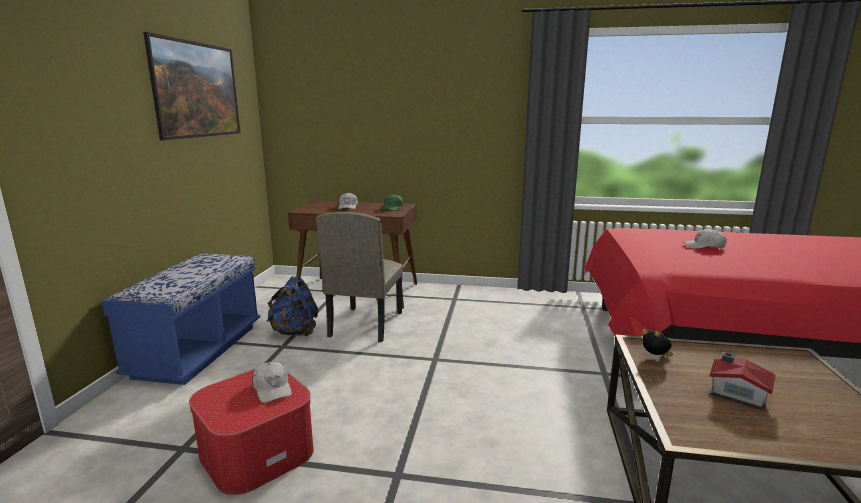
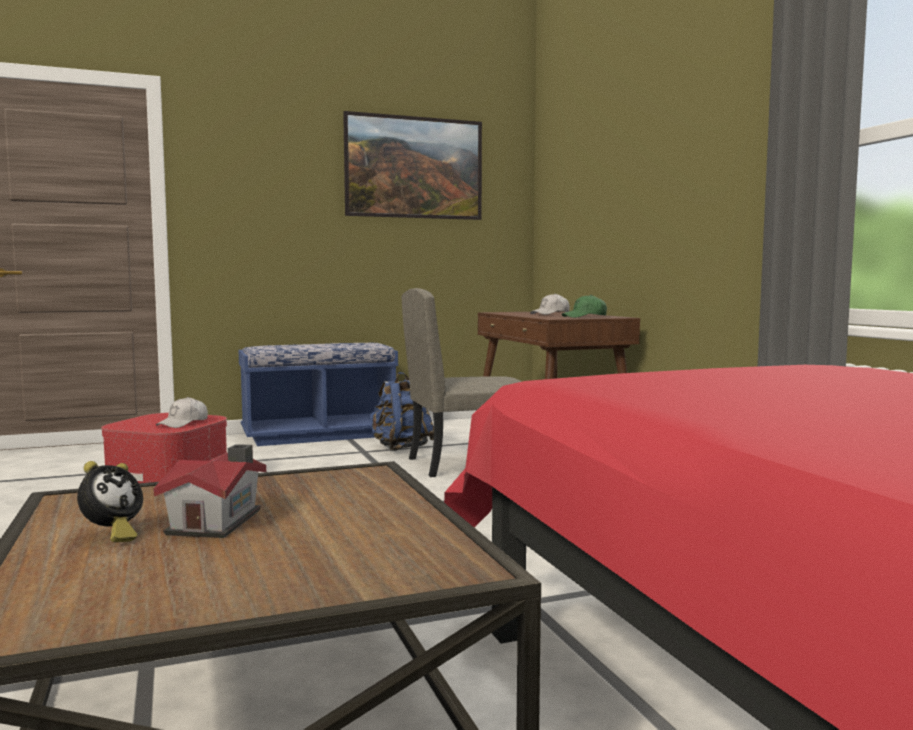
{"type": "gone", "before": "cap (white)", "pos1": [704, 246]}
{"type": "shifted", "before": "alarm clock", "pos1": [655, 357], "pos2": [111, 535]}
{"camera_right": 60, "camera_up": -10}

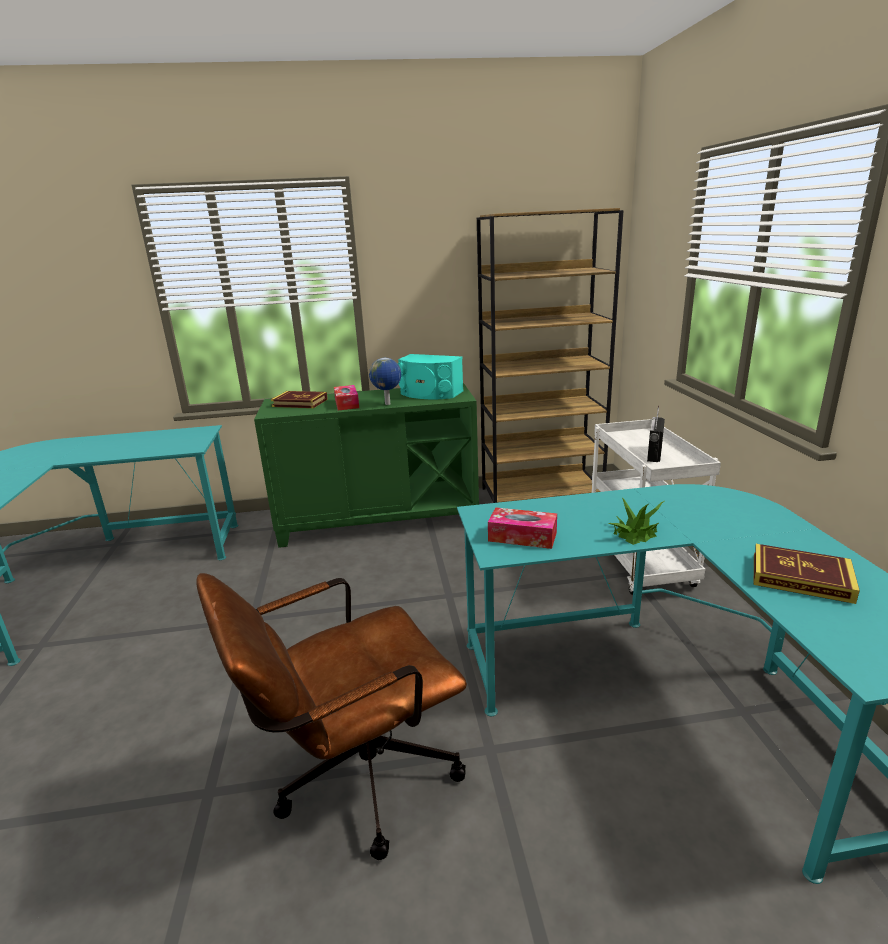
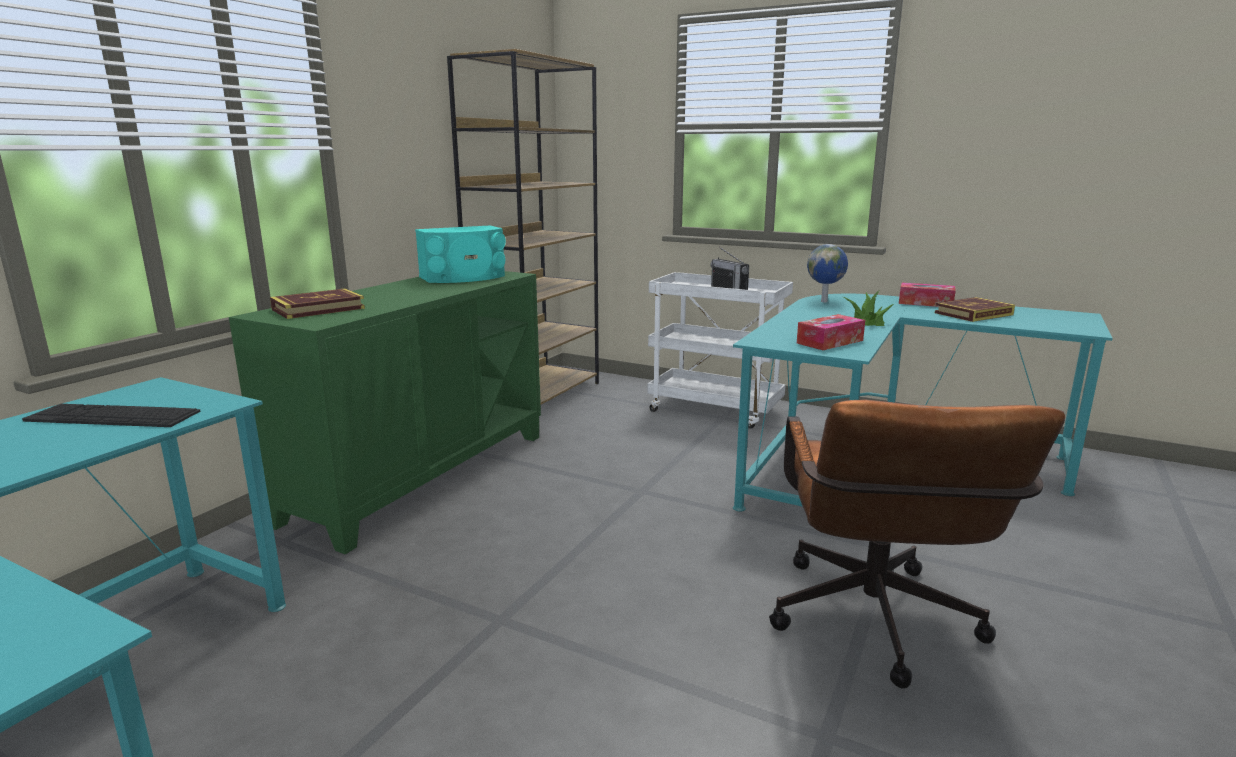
{"type": "new", "after": "keyboard", "pos2": [113, 416]}
{"type": "shifted", "before": "tissue box", "pos1": [347, 403], "pos2": [925, 303]}
{"type": "shifted", "before": "globe", "pos1": [388, 404], "pos2": [825, 301]}
{"camera_right": -55, "camera_up": -5}

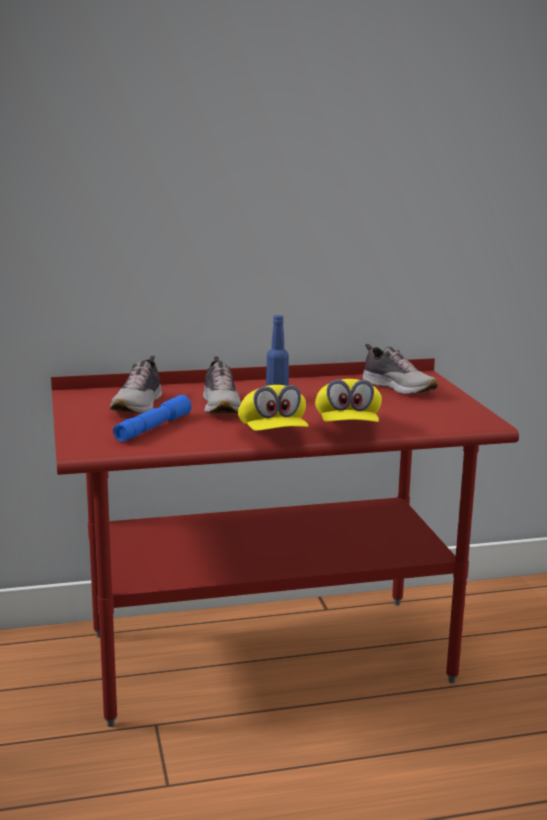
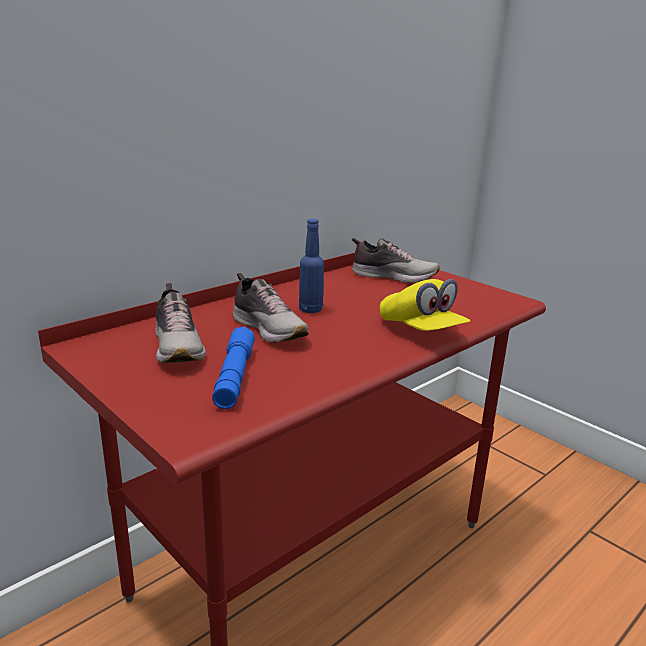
{"type": "gone", "before": "cap (yellow)", "pos1": [272, 435]}
{"camera_right": -30, "camera_up": 5}

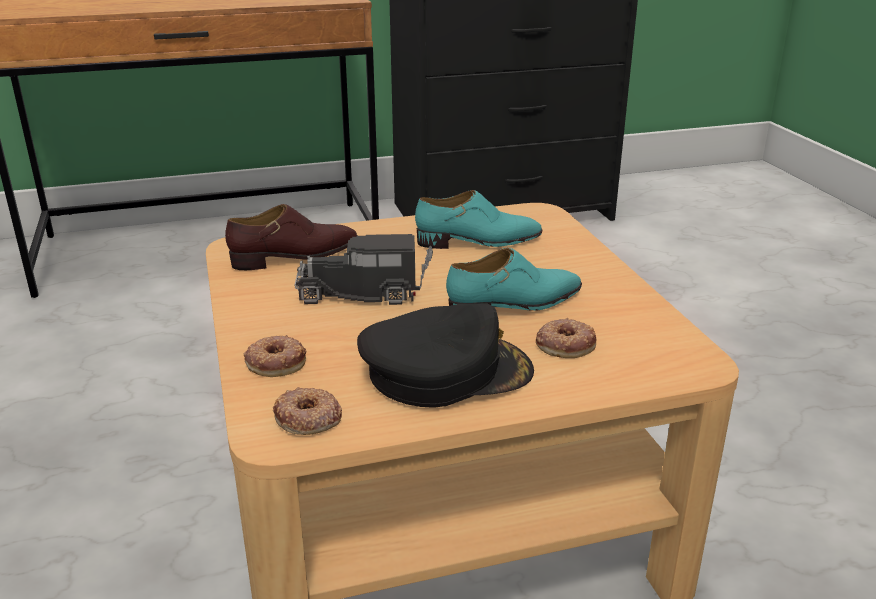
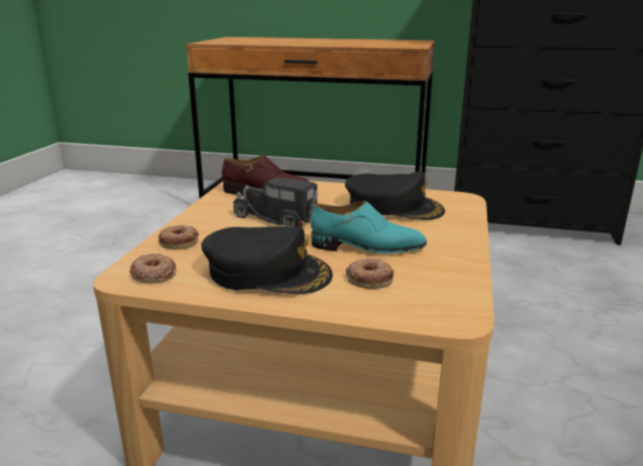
{"type": "swapped", "before": "shoe (turquoise)", "after": "cap (black)", "pos1": [479, 241], "pos2": [394, 206]}
{"camera_right": 30, "camera_up": -5}

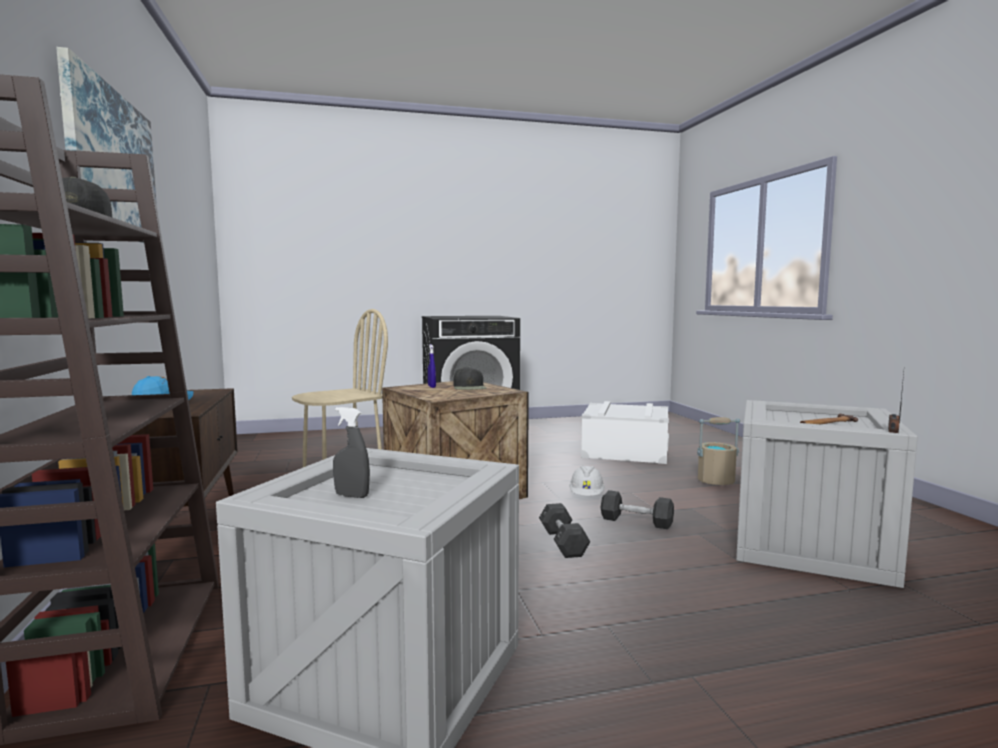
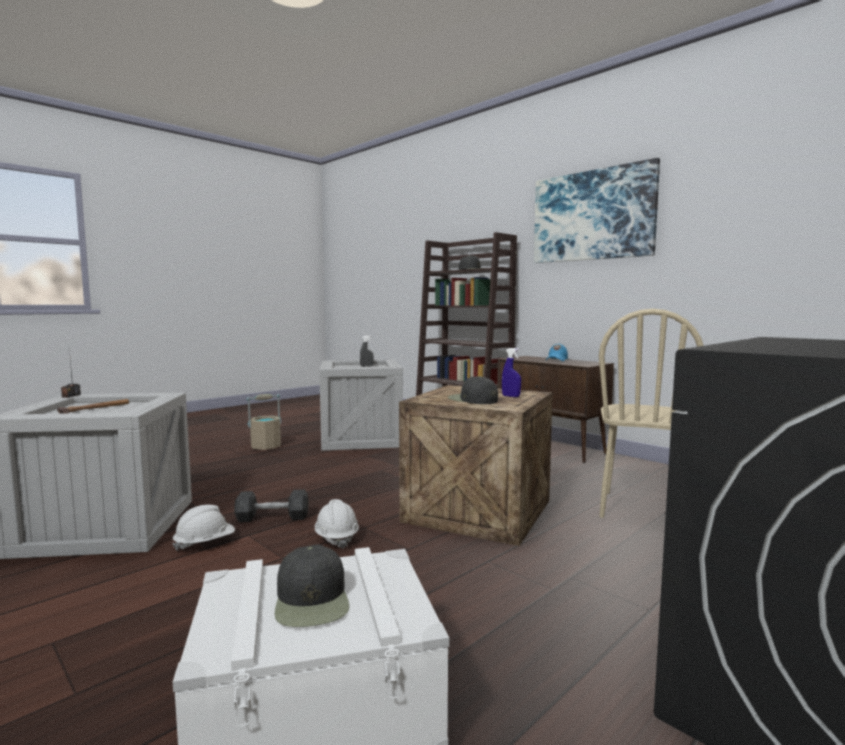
{"type": "gone", "before": "dumbbell (grey)", "pos1": [563, 542]}
{"type": "new", "after": "hard hat (white)", "pos2": [205, 544]}
{"type": "new", "after": "cap (black)", "pos2": [312, 600]}
{"type": "shifted", "before": "bucket (beige)", "pos1": [715, 481], "pos2": [266, 447]}
{"camera_right": 150, "camera_up": 0}

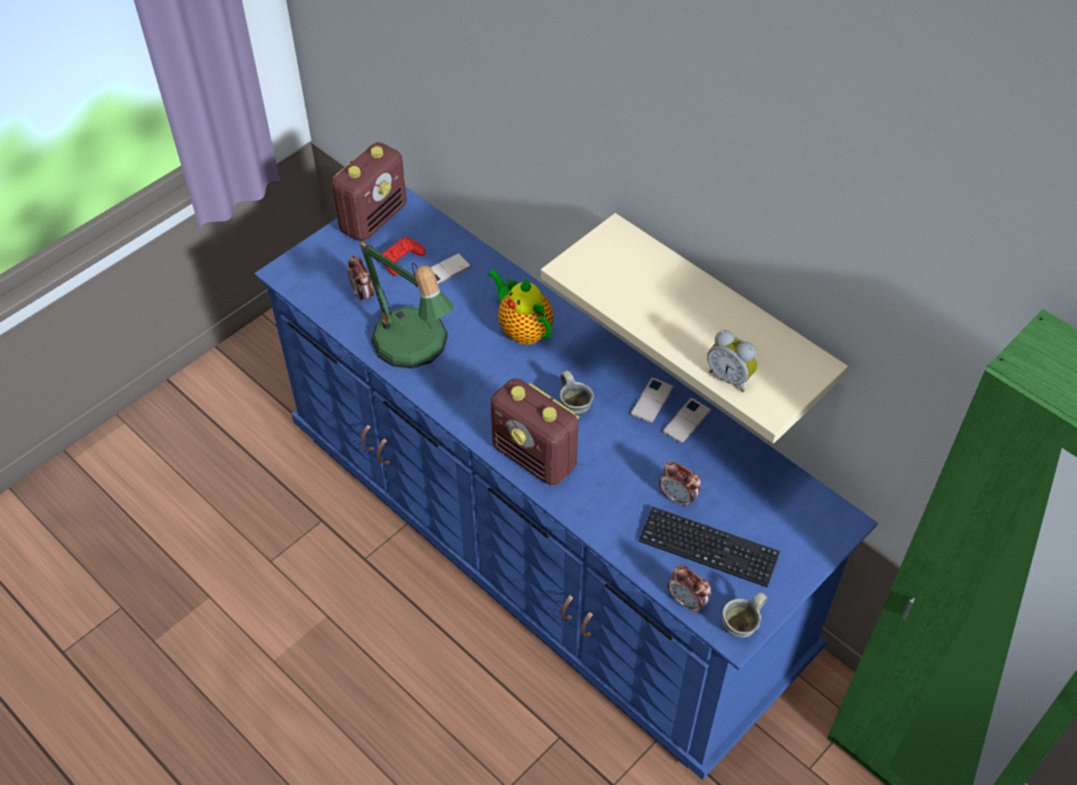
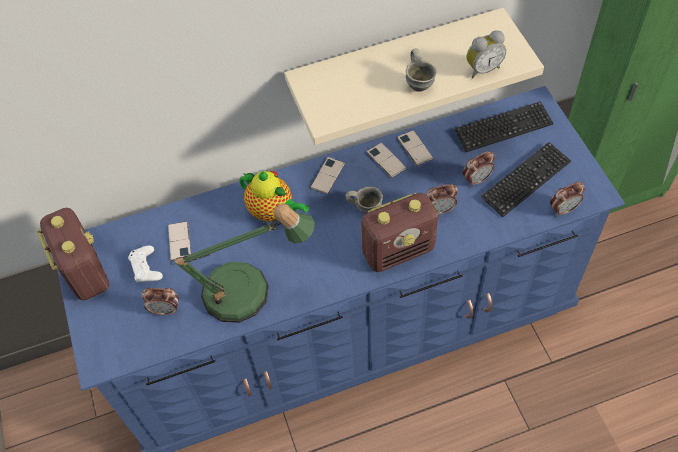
{"type": "new", "after": "phone", "pos2": [327, 175]}
{"type": "new", "after": "alarm clock", "pos2": [439, 210]}
{"type": "new", "after": "keyboard", "pos2": [503, 128]}
{"type": "shifted", "before": "mug (grey)", "pos1": [742, 627], "pos2": [420, 83]}
{"type": "repainted", "before": "game controller (red)", "after": "game controller (white)", "pos1": [401, 259], "pos2": [146, 267]}
{"type": "rotated", "before": "teapot", "pos1": [523, 329], "pos2": [273, 212], "turn": -135}
{"camera_right": -60, "camera_up": 5}

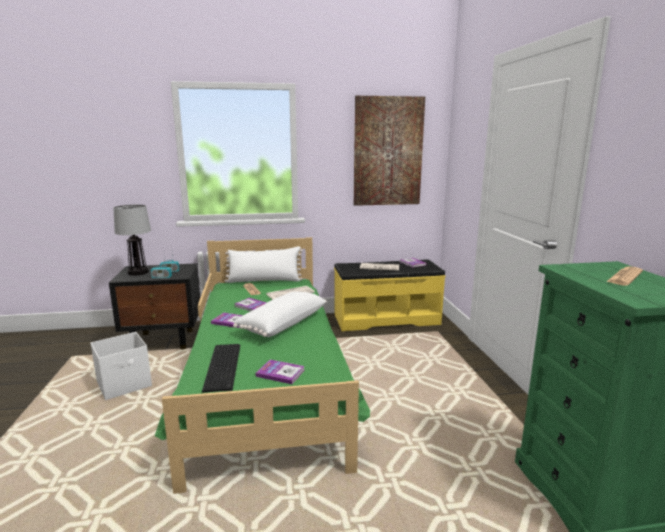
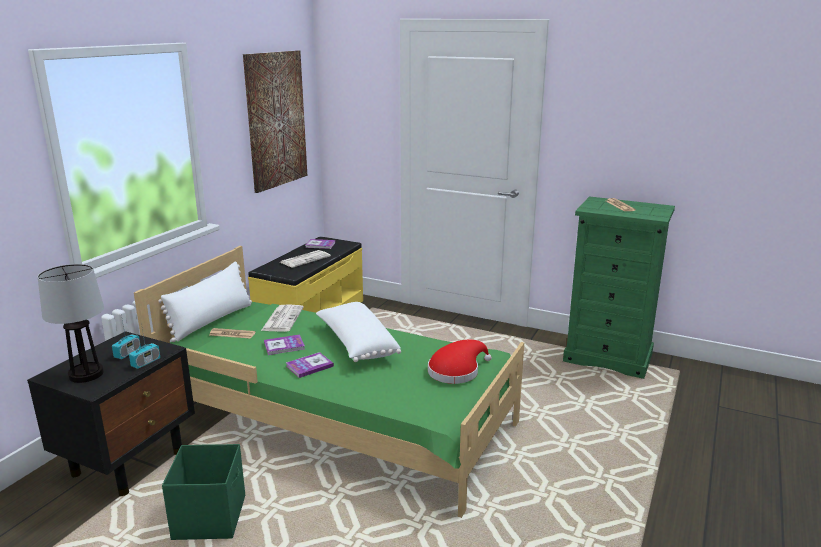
{"type": "gone", "before": "keyboard", "pos1": [224, 366]}
{"type": "swapped", "before": "book", "after": "hat (red)", "pos1": [280, 373], "pos2": [456, 371]}
{"type": "repainted", "before": "storage box (white)", "after": "storage box (green)", "pos1": [125, 384], "pos2": [210, 517]}
{"camera_right": -55, "camera_up": 5}

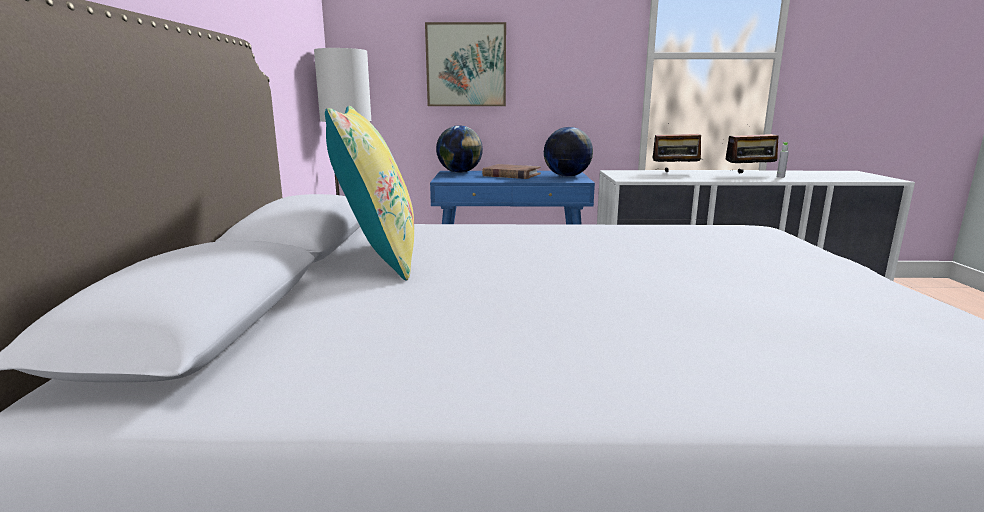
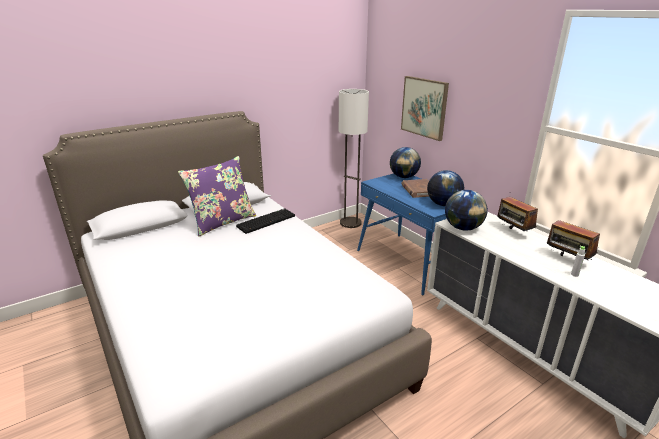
{"type": "new", "after": "keyboard", "pos2": [266, 221]}
{"type": "new", "after": "globe", "pos2": [463, 228]}
{"type": "repainted", "before": "pillow (yellow)", "after": "pillow (purple)", "pos1": [379, 257], "pos2": [222, 222]}
{"camera_right": 55, "camera_up": 10}

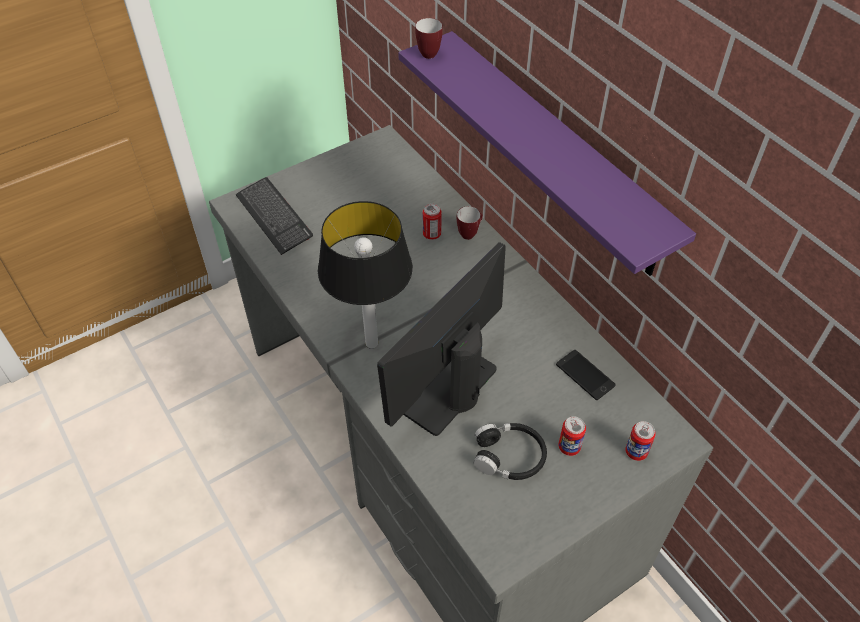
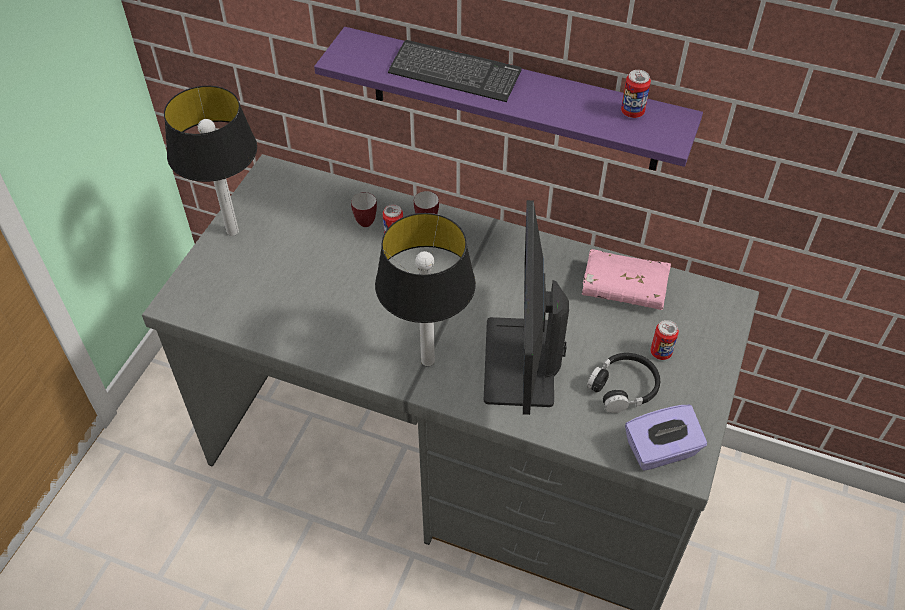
{"type": "new", "after": "table lamp", "pos2": [233, 231]}
{"type": "new", "after": "tissue box (purple)", "pos2": [661, 450]}
{"type": "shifted", "before": "keyboard", "pos1": [274, 217], "pos2": [454, 73]}
{"type": "shifted", "before": "mug", "pos1": [428, 52], "pos2": [363, 220]}
{"type": "shifted", "before": "can", "pos1": [636, 452], "pos2": [632, 112]}
{"type": "swapped", "before": "phone", "after": "book (pink)", "pos1": [585, 375], "pos2": [623, 288]}
{"camera_right": -35, "camera_up": 0}

